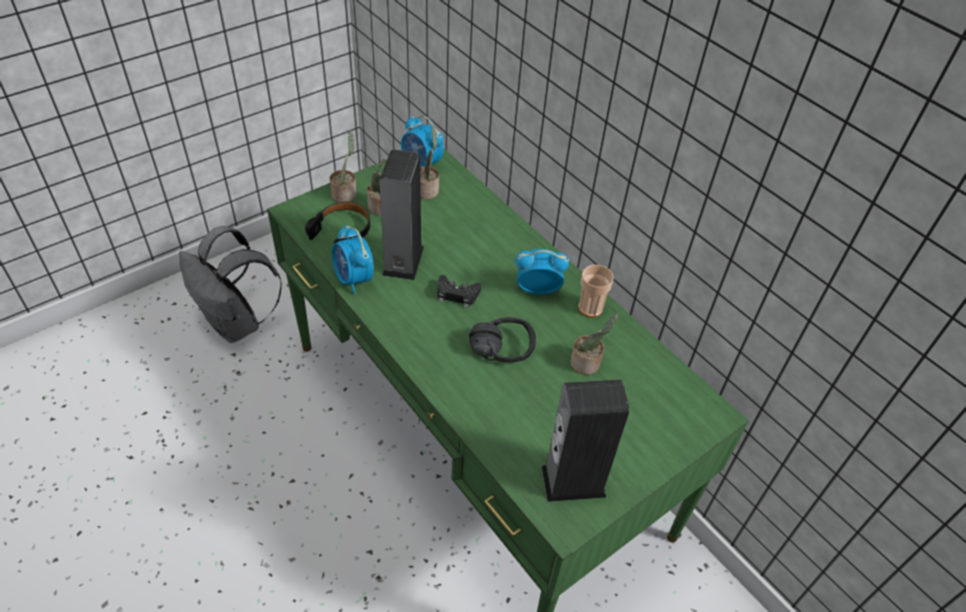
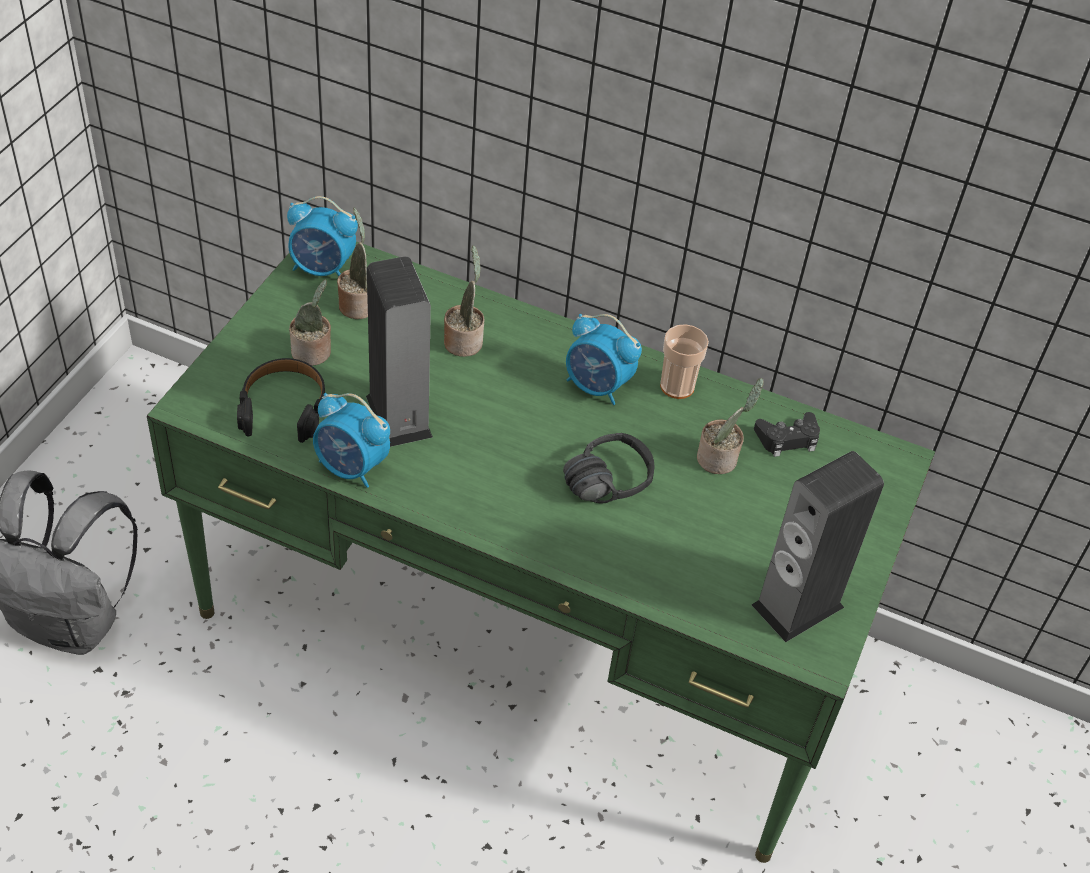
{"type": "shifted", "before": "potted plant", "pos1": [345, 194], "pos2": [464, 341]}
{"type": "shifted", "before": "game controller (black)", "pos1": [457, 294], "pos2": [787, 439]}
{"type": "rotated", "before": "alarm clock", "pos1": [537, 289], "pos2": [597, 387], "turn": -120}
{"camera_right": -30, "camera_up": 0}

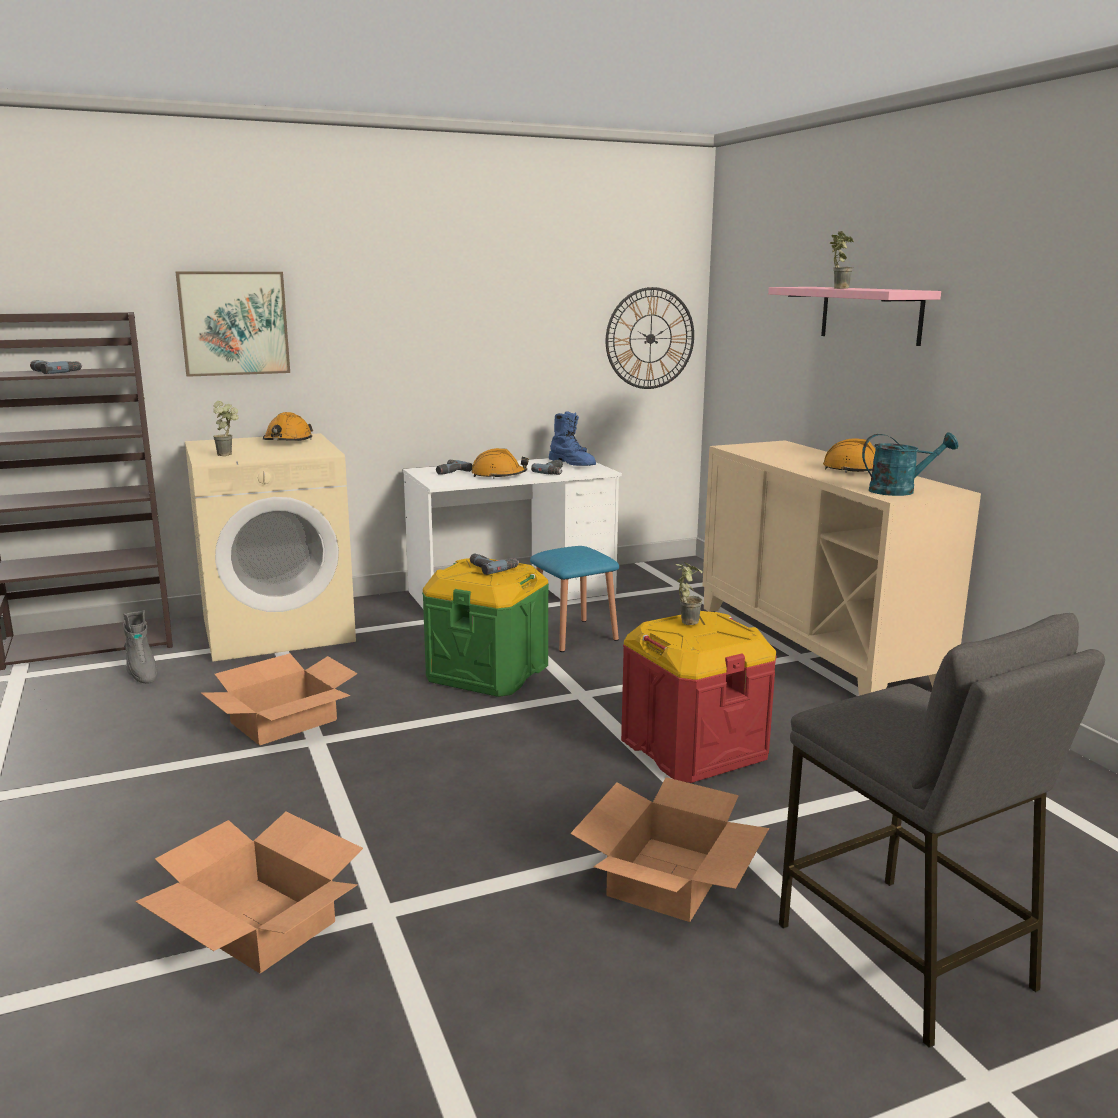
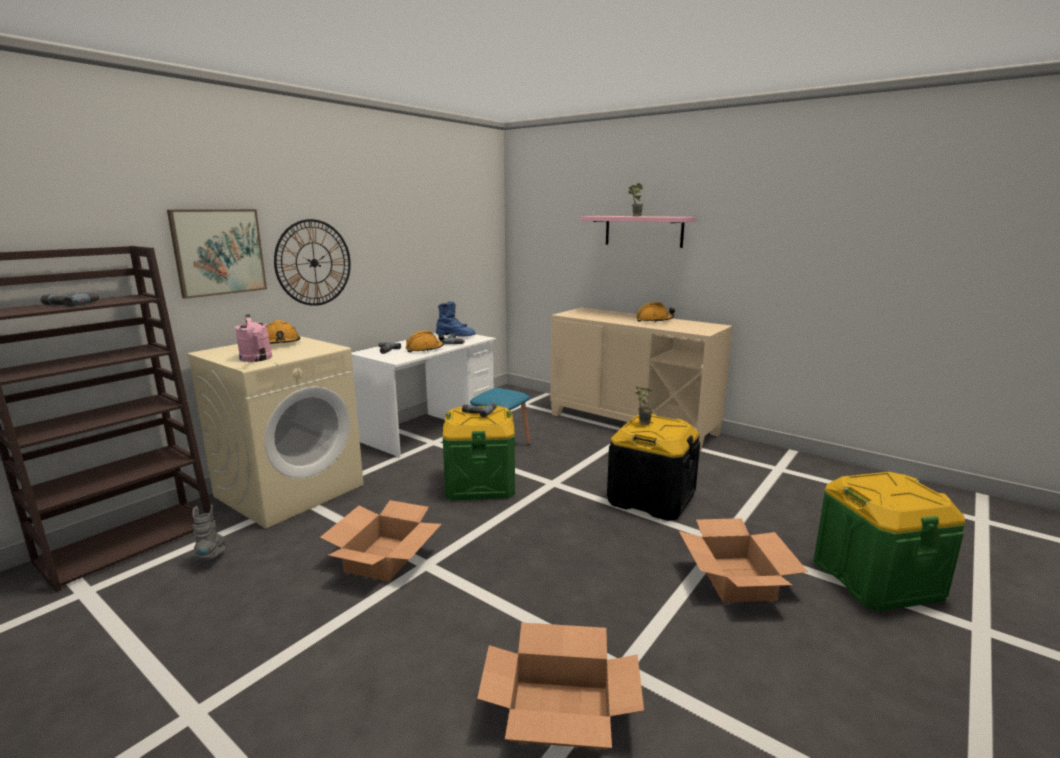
{"type": "gone", "before": "watering can (turquoise)", "pos1": [900, 491]}
{"type": "shifted", "before": "wall clock", "pos1": [650, 338], "pos2": [314, 263]}
{"type": "swapped", "before": "potted plant", "after": "watering can (pink)", "pos1": [229, 455], "pos2": [257, 359]}
{"type": "swapped", "before": "stool (grey)", "after": "storage box (green)", "pos1": [904, 956], "pos2": [876, 579]}
{"type": "repainted", "before": "storage box (red)", "after": "storage box (black)", "pos1": [694, 748], "pos2": [651, 498]}
{"type": "rotated", "before": "boot (grey)", "pos1": [141, 673], "pos2": [213, 555], "turn": -135}
{"camera_right": -30, "camera_up": 0}

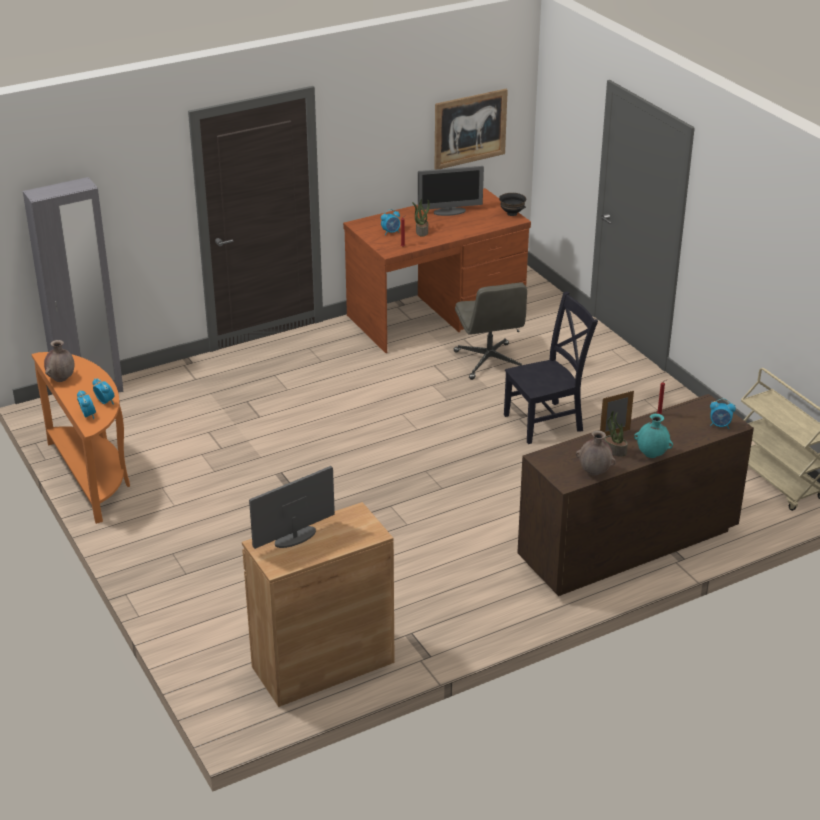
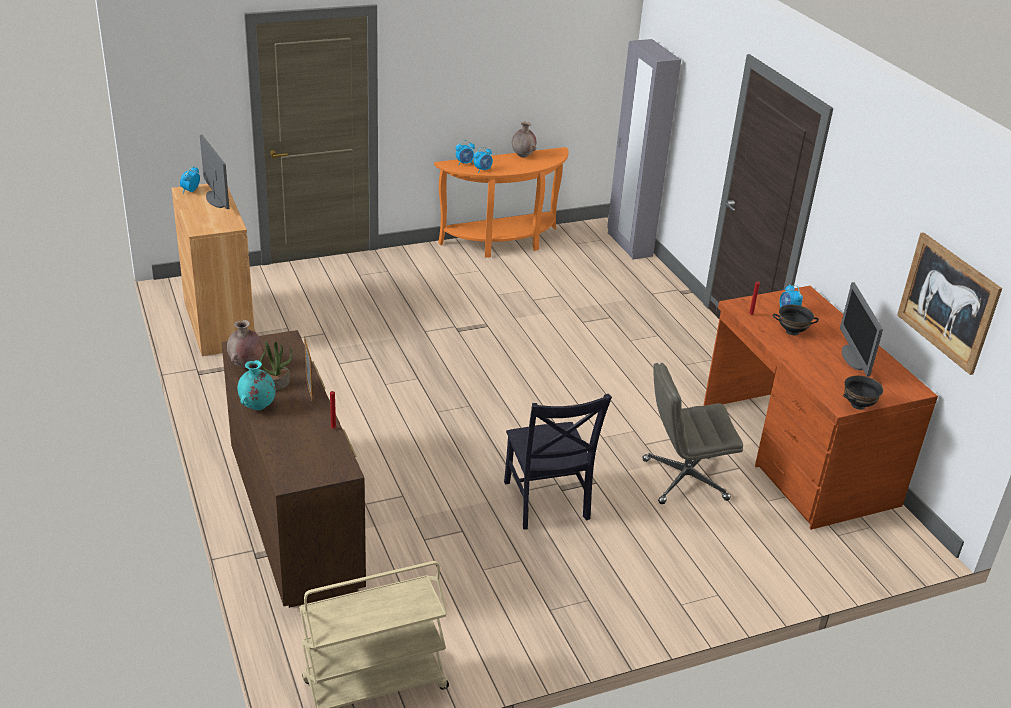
{"type": "shifted", "before": "alarm clock", "pos1": [720, 425], "pos2": [190, 191]}
{"type": "swapped", "before": "potted plant", "after": "bowl (black)", "pos1": [421, 232], "pos2": [792, 331]}
{"camera_right": 95, "camera_up": 0}

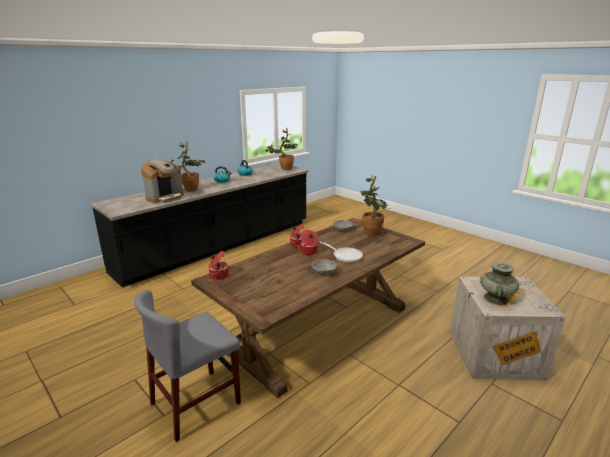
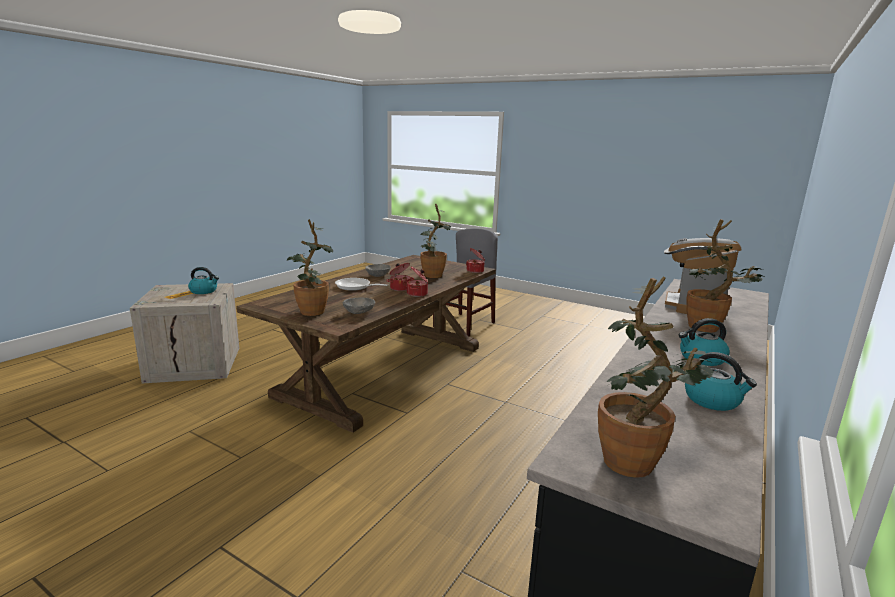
{"type": "new", "after": "potted plant", "pos2": [431, 276]}
{"type": "swapped", "before": "vase (turquoise)", "after": "kettle", "pos1": [496, 298], "pos2": [204, 291]}
{"camera_right": 165, "camera_up": -5}

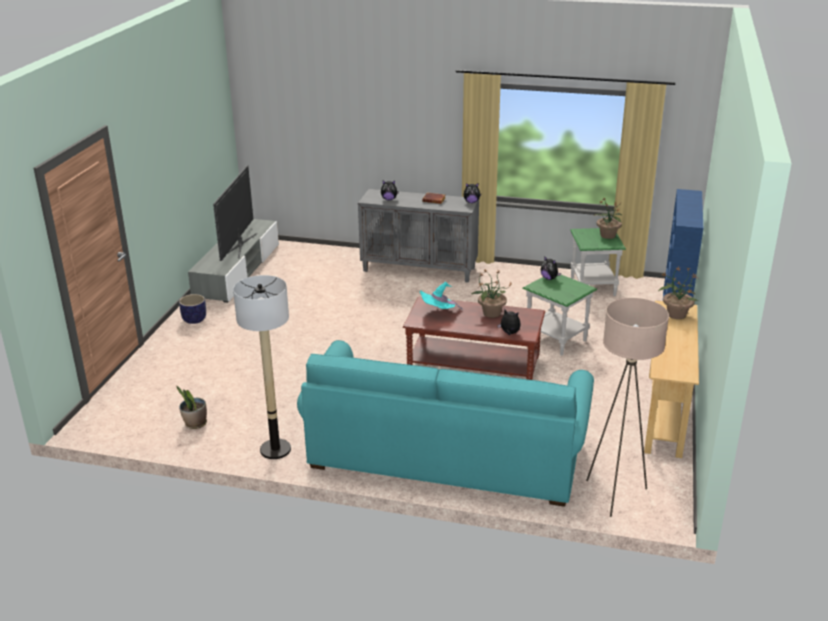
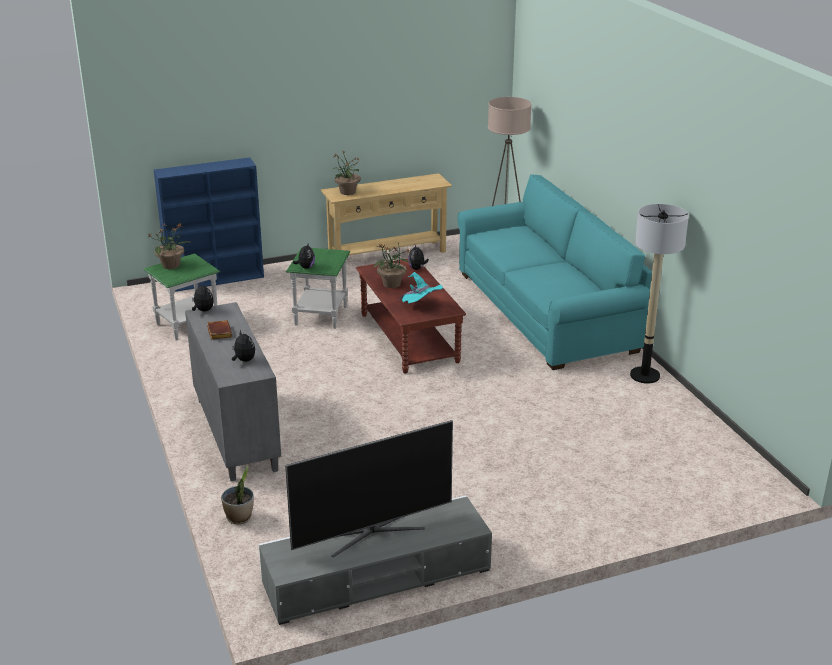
{"type": "gone", "before": "planter", "pos1": [194, 319]}
{"type": "shifted", "before": "potted plant", "pos1": [195, 424], "pos2": [239, 517]}
{"camera_right": -125, "camera_up": 0}

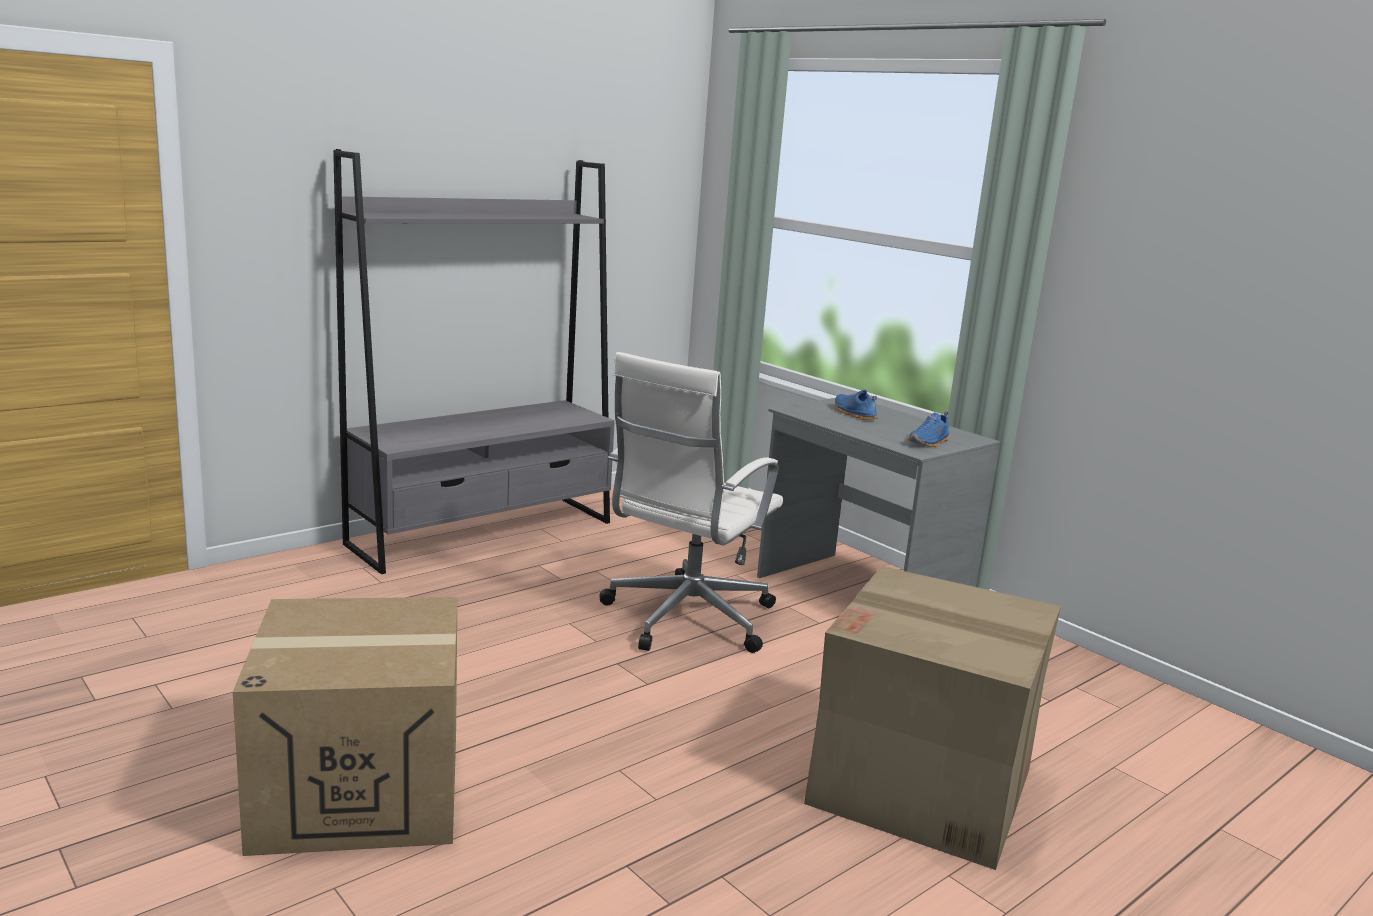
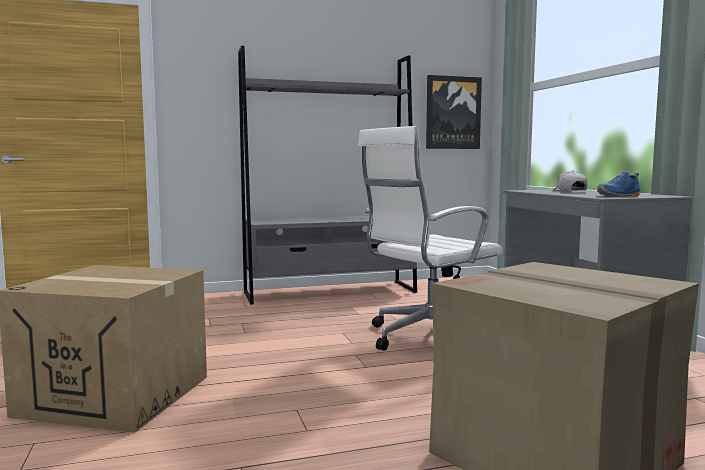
{"type": "new", "after": "picture", "pos2": [453, 113]}
{"type": "swapped", "before": "shoe (blue)", "after": "cap (white)", "pos1": [853, 414], "pos2": [569, 191]}
{"camera_right": 25, "camera_up": -10}

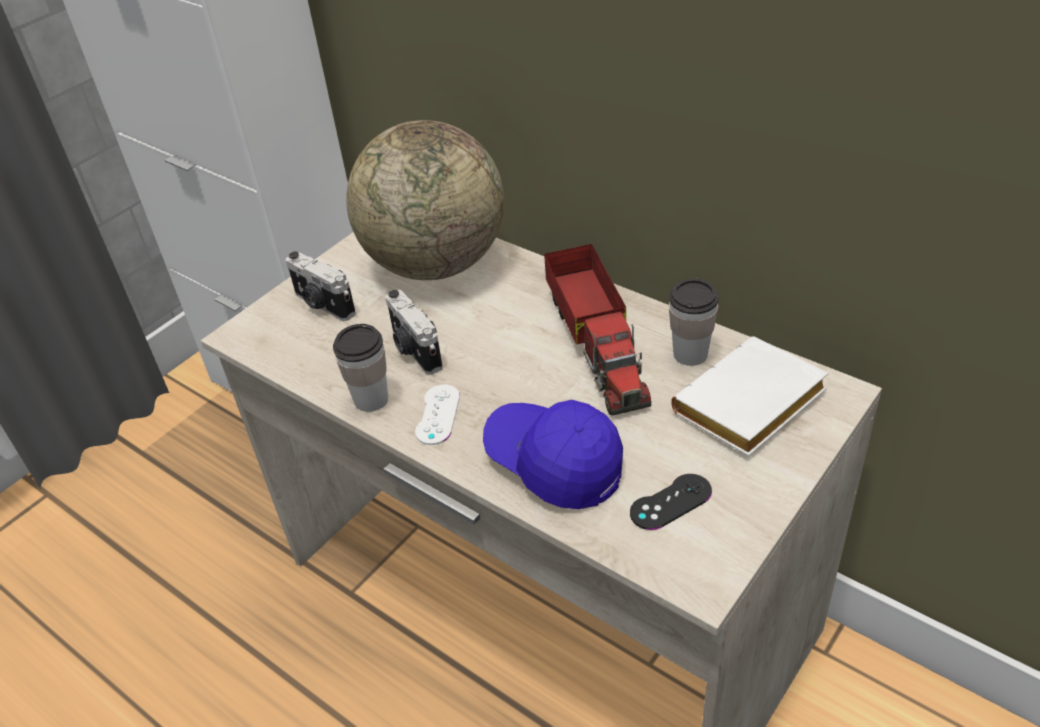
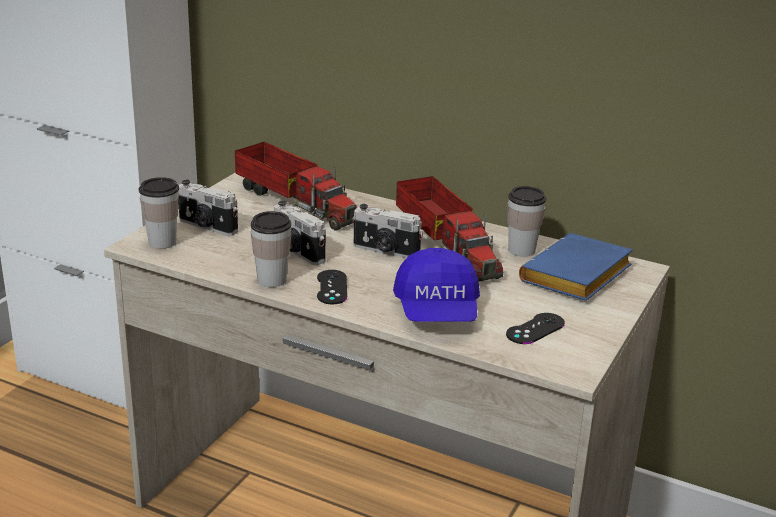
{"type": "new", "after": "cup", "pos2": [162, 242]}
{"type": "new", "after": "photo camera", "pos2": [385, 251]}
{"type": "swapped", "before": "globe", "after": "toy truck", "pos1": [435, 263], "pos2": [295, 202]}
{"type": "repainted", "before": "game controller (white)", "after": "game controller (black)", "pos1": [438, 414], "pos2": [332, 287]}
{"type": "repainted", "before": "book (white)", "after": "book (blue)", "pos1": [749, 408], "pos2": [577, 278]}
{"type": "rotated", "before": "cap (blue)", "pos1": [554, 464], "pos2": [437, 312], "turn": -120}
{"camera_right": -15, "camera_up": -15}

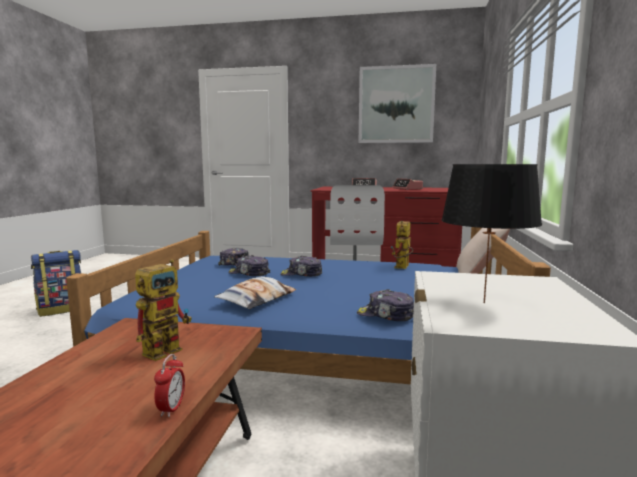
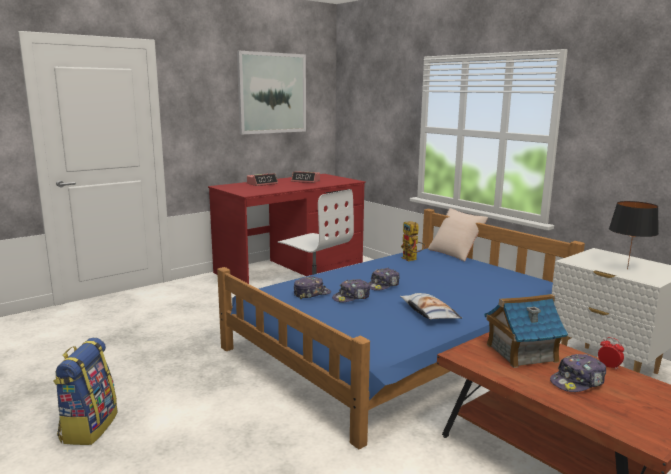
{"type": "shifted", "before": "cap", "pos1": [385, 316], "pos2": [578, 382]}
{"type": "swapped", "before": "toy robot", "after": "toy house", "pos1": [167, 348], "pos2": [521, 353]}
{"camera_right": -50, "camera_up": 5}

